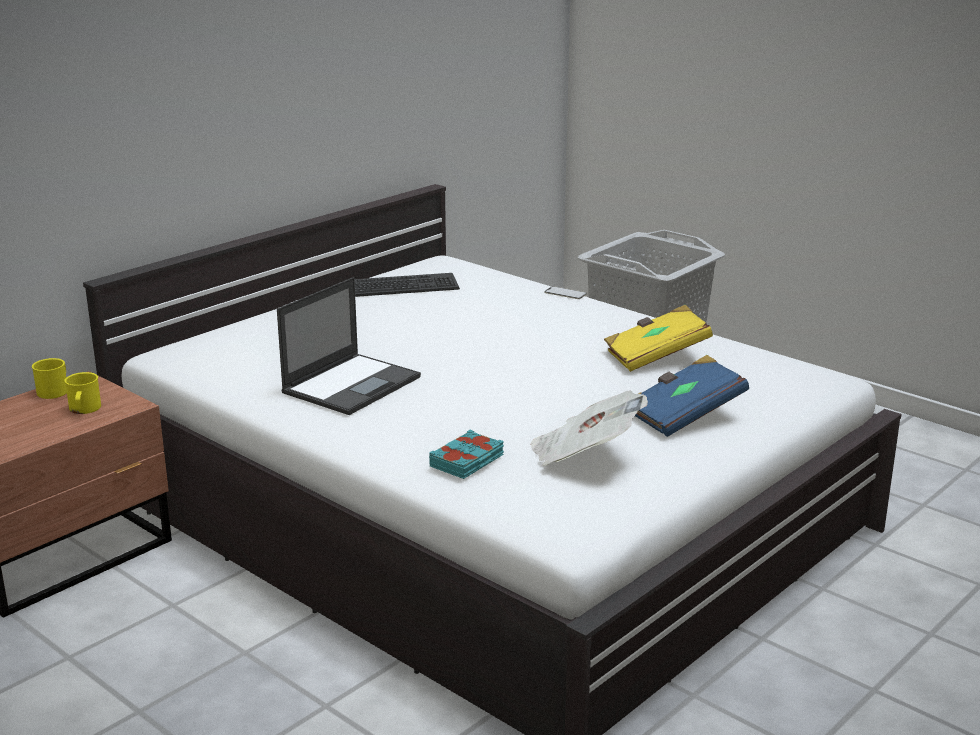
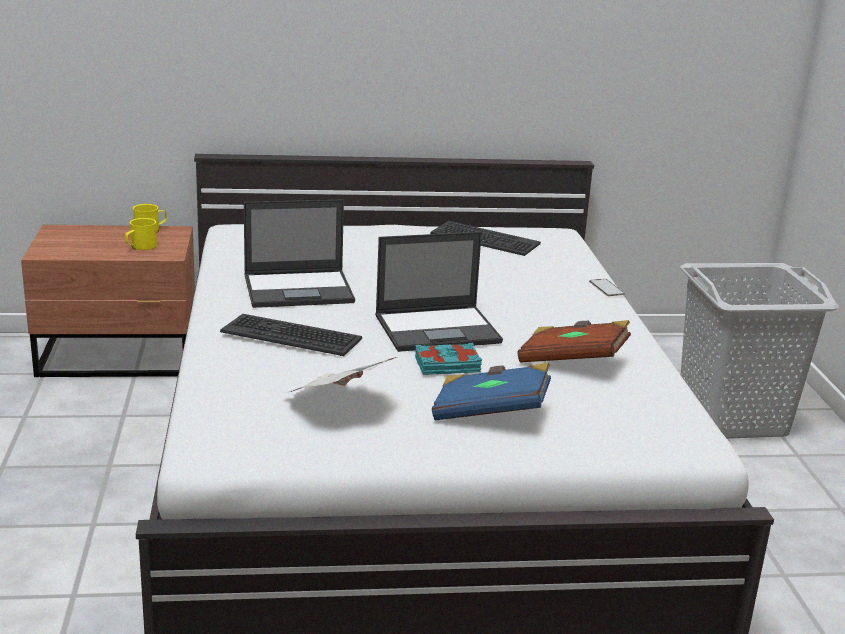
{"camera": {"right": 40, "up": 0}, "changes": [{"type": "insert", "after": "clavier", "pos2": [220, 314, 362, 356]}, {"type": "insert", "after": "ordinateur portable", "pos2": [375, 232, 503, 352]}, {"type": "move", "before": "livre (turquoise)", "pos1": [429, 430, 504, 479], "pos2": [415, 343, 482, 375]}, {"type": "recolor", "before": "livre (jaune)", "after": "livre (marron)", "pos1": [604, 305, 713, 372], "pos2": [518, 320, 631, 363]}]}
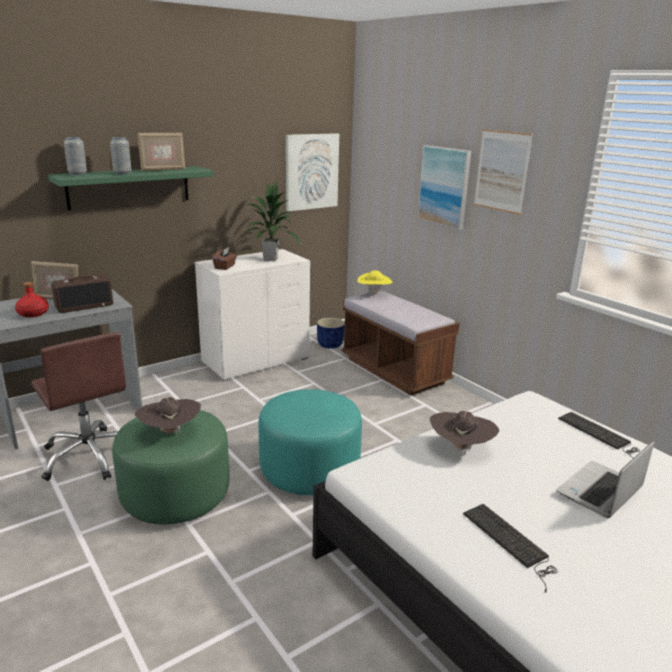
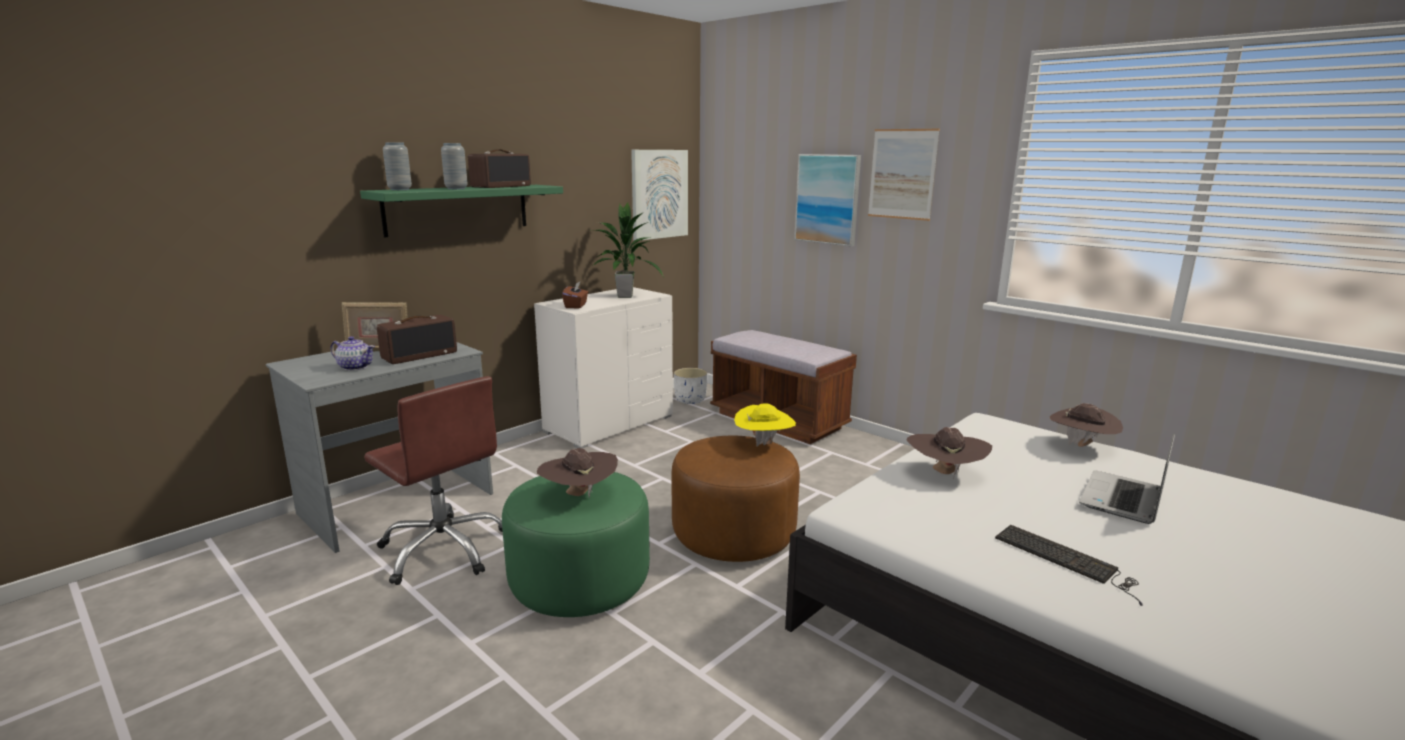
{"camera": {"right": -10, "up": -5}, "changes": [{"type": "move", "before": "chapeau (jaune)", "pos1": [357, 271, 392, 295], "pos2": [734, 403, 796, 446]}, {"type": "replace", "before": "bouteille (rouge)", "after": "théière", "pos1": [15, 282, 49, 317], "pos2": [330, 336, 375, 371]}, {"type": "replace", "before": "cadre photo", "after": "radio", "pos1": [137, 133, 185, 171], "pos2": [468, 149, 531, 188]}, {"type": "replace", "before": "clavier", "after": "chapeau (marron)", "pos1": [558, 412, 640, 458], "pos2": [1049, 403, 1123, 447]}, {"type": "recolor", "before": "pouf (turquoise)", "after": "pouf (marron)", "pos1": [258, 389, 362, 495], "pos2": [672, 436, 800, 562]}, {"type": "recolor", "before": "cache-pot (bleu)", "after": "cache-pot (blanc)", "pos1": [317, 318, 345, 349], "pos2": [674, 368, 707, 404]}]}
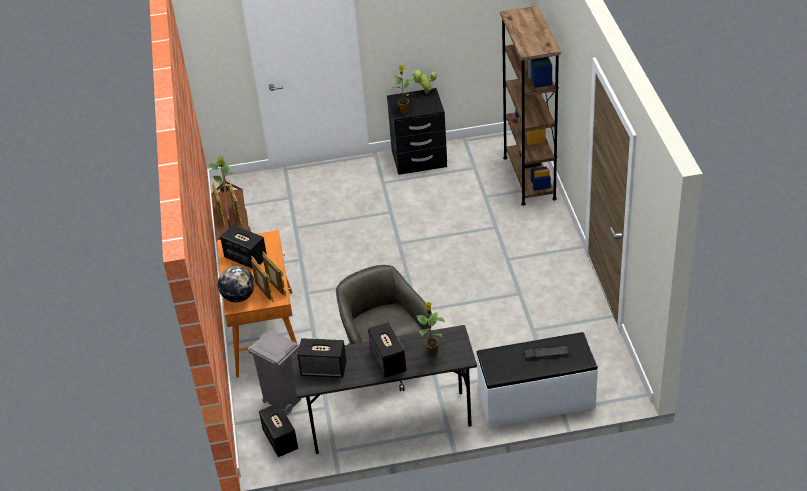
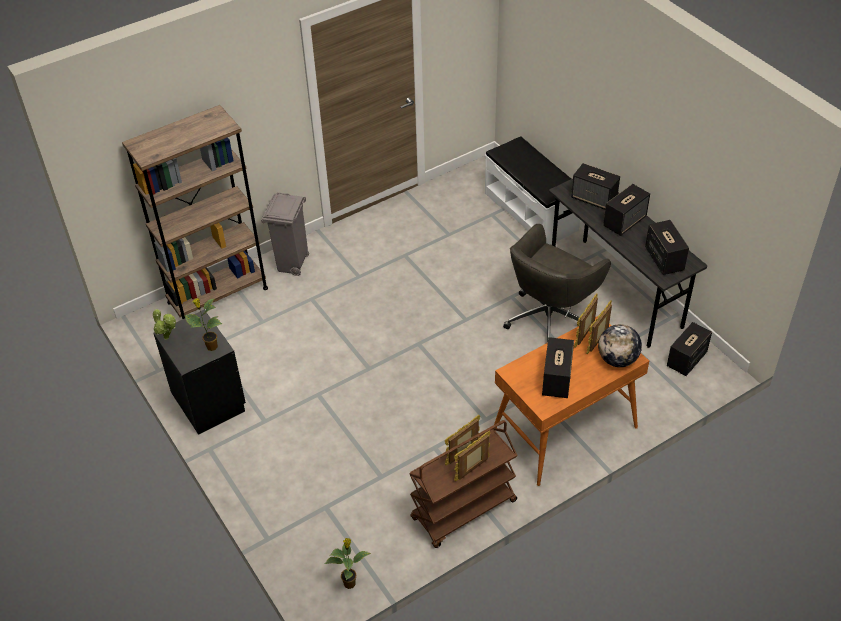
{"camera": {"right": -115, "up": 5}, "changes": [{"type": "delete", "before": "clavier", "pos1": [523, 345, 569, 359]}, {"type": "move", "before": "poubelle (gris)", "pos1": [248, 330, 301, 415], "pos2": [261, 192, 309, 276]}, {"type": "replace", "before": "plante en pot", "after": "enceinte", "pos1": [416, 302, 446, 356], "pos2": [571, 163, 620, 210]}]}
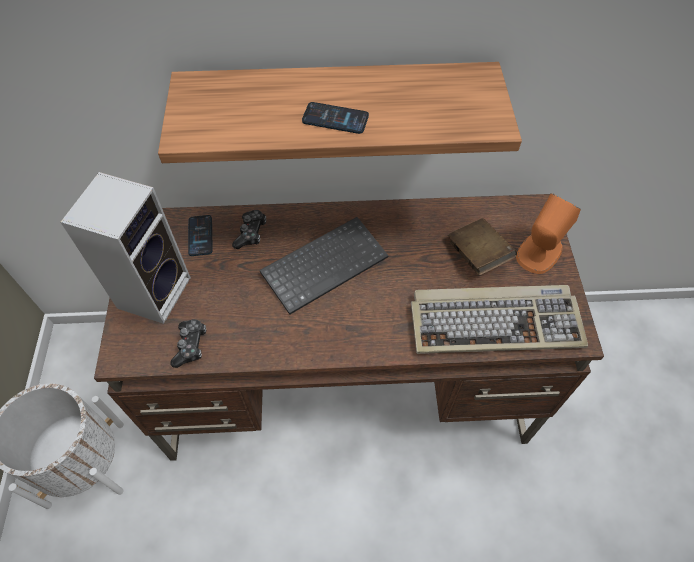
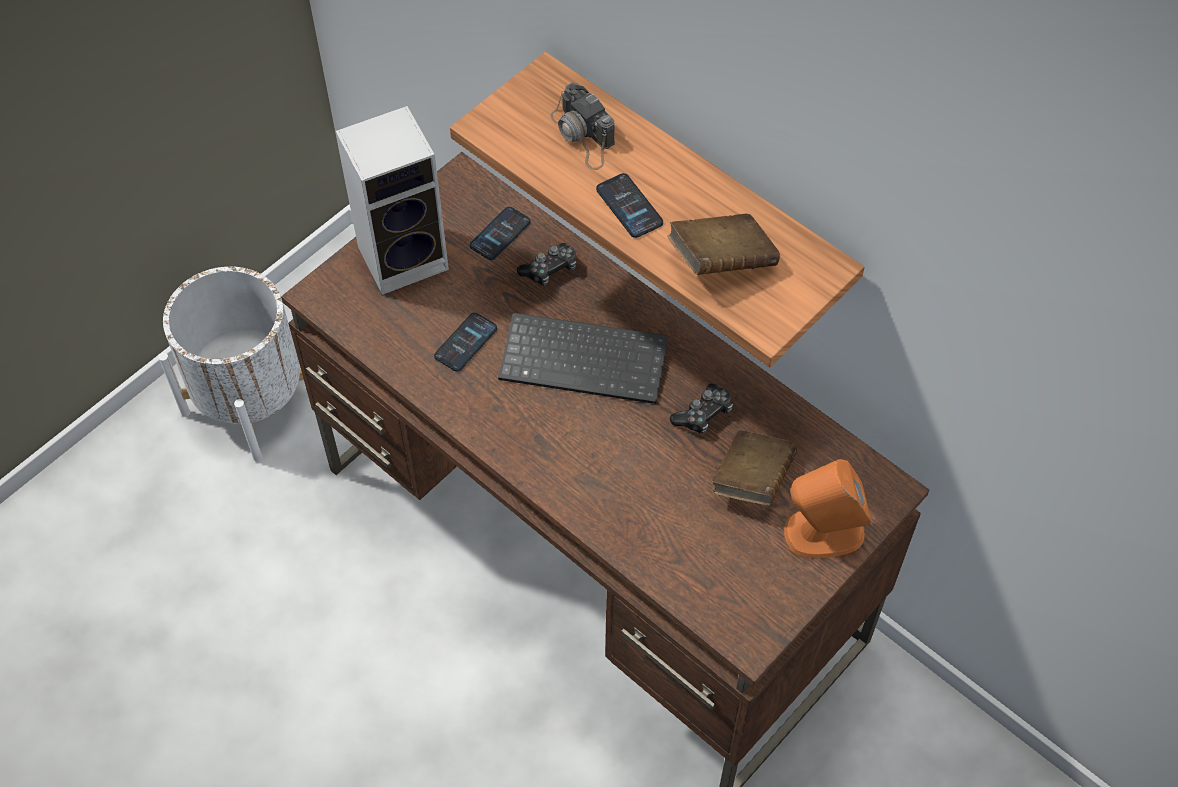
{"camera": {"right": 45, "up": 0}, "changes": [{"type": "delete", "before": "clavier", "pos1": [411, 285, 588, 354]}, {"type": "insert", "after": "téléphone", "pos2": [434, 312, 497, 371]}, {"type": "insert", "after": "appareil photo", "pos2": [550, 82, 615, 170]}, {"type": "insert", "after": "livre (marron)", "pos2": [667, 214, 780, 275]}, {"type": "move", "before": "manette", "pos1": [170, 319, 206, 368], "pos2": [670, 384, 733, 434]}]}
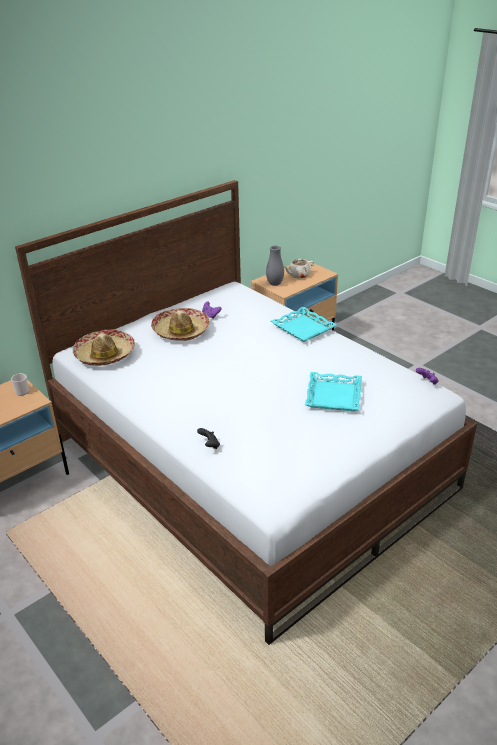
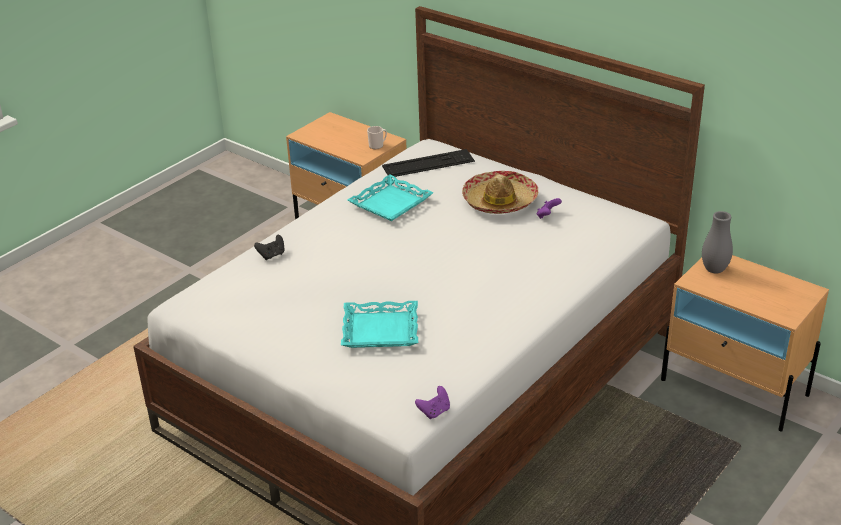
{"camera": {"right": 80, "up": 0}, "changes": [{"type": "delete", "before": "théière (beige)", "pos1": [284, 259, 314, 278]}, {"type": "move", "before": "plateau (turquoise)", "pos1": [271, 307, 337, 342], "pos2": [347, 174, 434, 221]}, {"type": "replace", "before": "chapeau", "after": "clavier", "pos1": [73, 329, 135, 366], "pos2": [382, 149, 475, 177]}]}
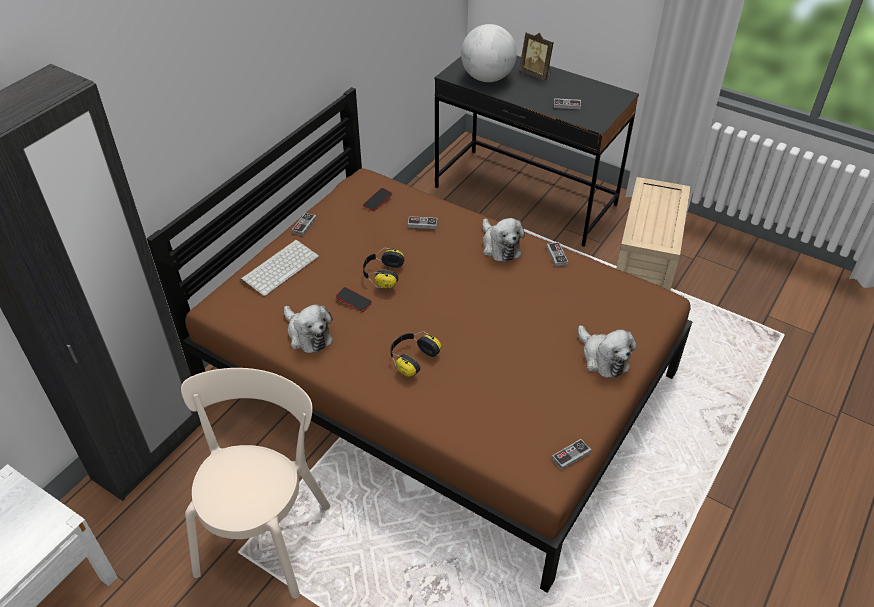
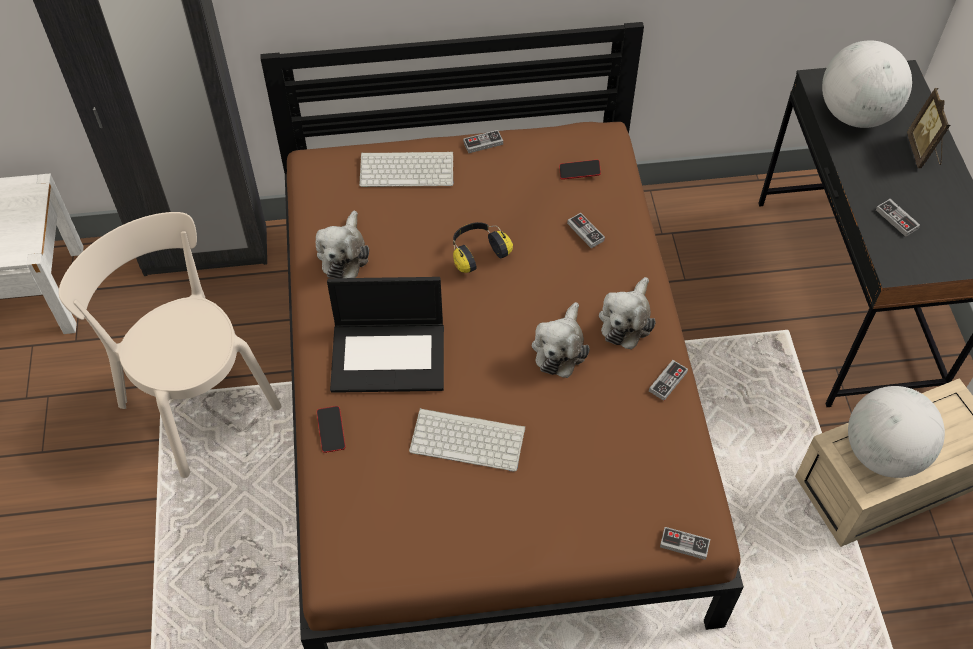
{"camera": {"right": 50, "up": 10}, "changes": [{"type": "insert", "after": "clavier", "pos2": [409, 408, 525, 471]}, {"type": "insert", "after": "globe", "pos2": [848, 386, 945, 478]}, {"type": "move", "before": "téléphone", "pos1": [336, 287, 372, 312], "pos2": [317, 406, 346, 453]}, {"type": "move", "before": "manette", "pos1": [552, 439, 591, 470], "pos2": [660, 527, 710, 560]}, {"type": "move", "before": "peluche", "pos1": [578, 325, 637, 379], "pos2": [532, 302, 590, 378]}, {"type": "replace", "before": "casque audio", "after": "ordinateur portable", "pos1": [390, 331, 441, 377], "pos2": [327, 277, 444, 393]}, {"type": "rotate", "before": "chaise (beige)", "pos1": [181, 368, 330, 599], "pos2": [59, 212, 281, 478], "turn": -105}]}
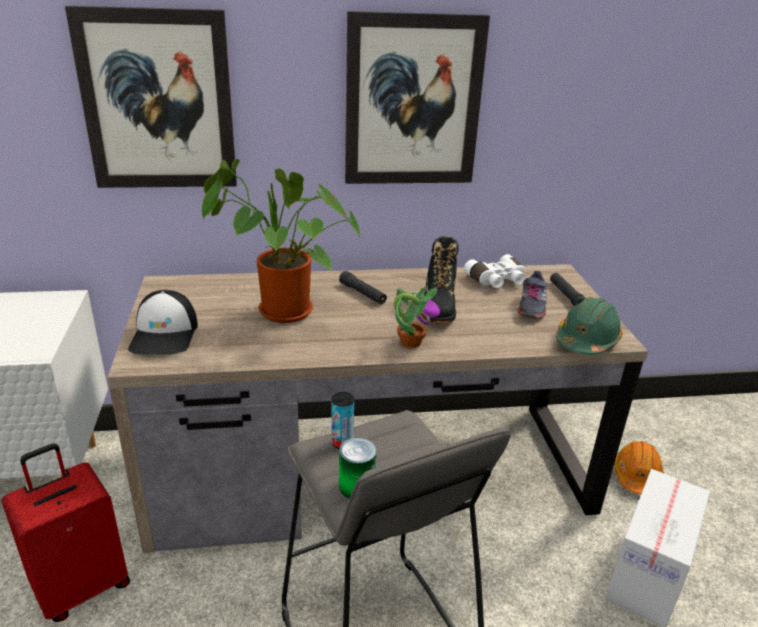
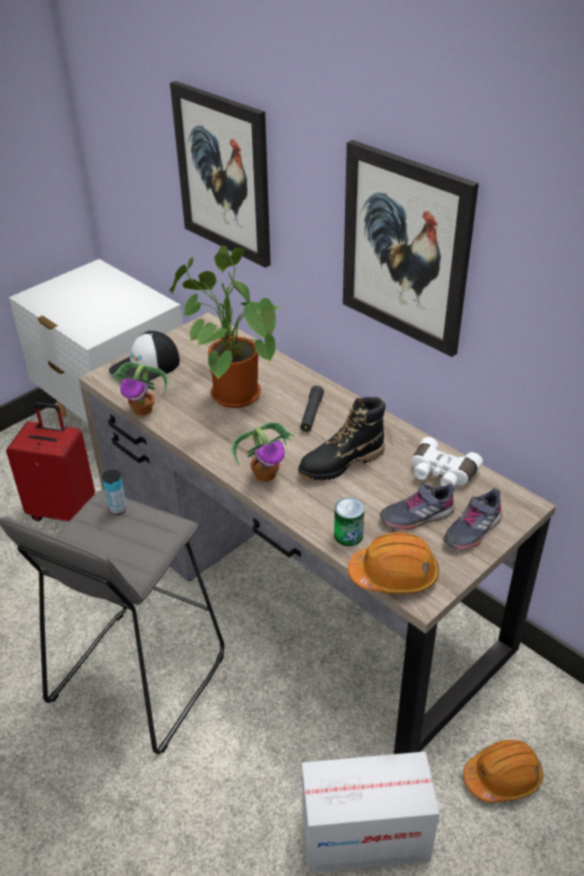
{"camera": {"right": 55, "up": 10}, "changes": [{"type": "insert", "after": "plante en pot", "pos2": [110, 362, 169, 416]}, {"type": "move", "before": "boîte métallique", "pos1": [339, 438, 377, 499], "pos2": [334, 498, 365, 546]}, {"type": "replace", "before": "lampe de poche (noir)", "after": "chaussure (gris)", "pos1": [550, 273, 585, 306], "pos2": [443, 488, 502, 550]}, {"type": "recolor", "before": "casque de chantier (vert)", "after": "casque de chantier (orange)", "pos1": [556, 297, 623, 355], "pos2": [348, 532, 439, 594]}]}
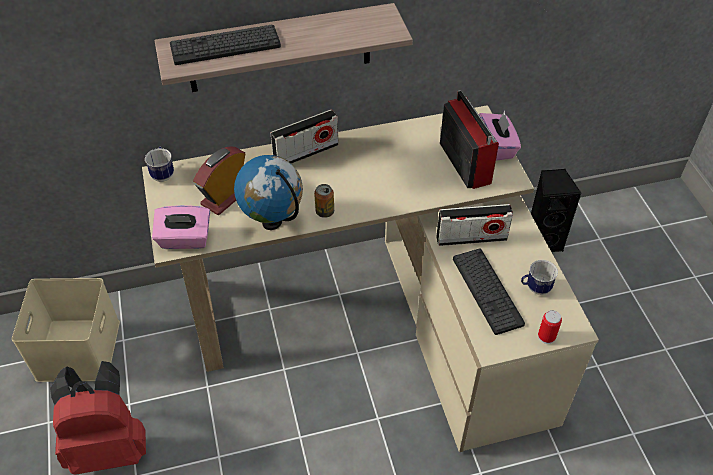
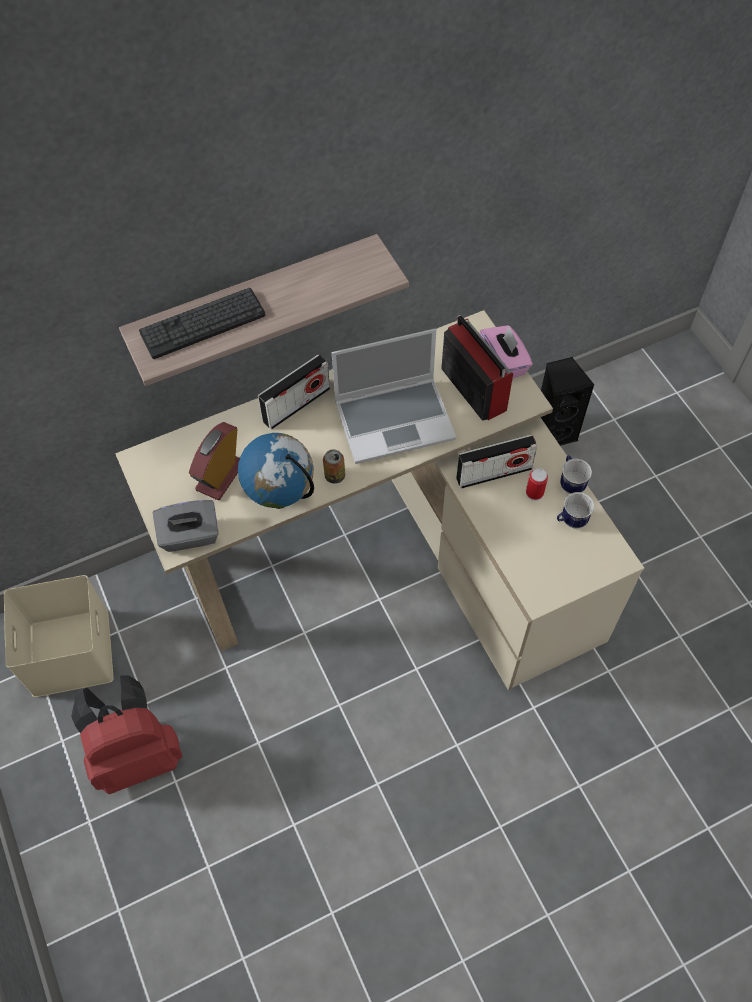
{"camera": {"right": -10, "up": 10}, "changes": [{"type": "delete", "before": "clavier", "pos1": [453, 249, 525, 335]}, {"type": "insert", "after": "ordinateur portable", "pos2": [332, 329, 456, 464]}, {"type": "move", "before": "mug", "pos1": [145, 146, 174, 182], "pos2": [560, 455, 592, 494]}, {"type": "move", "before": "boîte métallique", "pos1": [538, 310, 562, 344], "pos2": [526, 468, 548, 501]}, {"type": "recolor", "before": "boîte à mouchoirs (rose)", "after": "boîte à mouchoirs (gris)", "pos1": [152, 205, 210, 249], "pos2": [152, 500, 219, 552]}]}
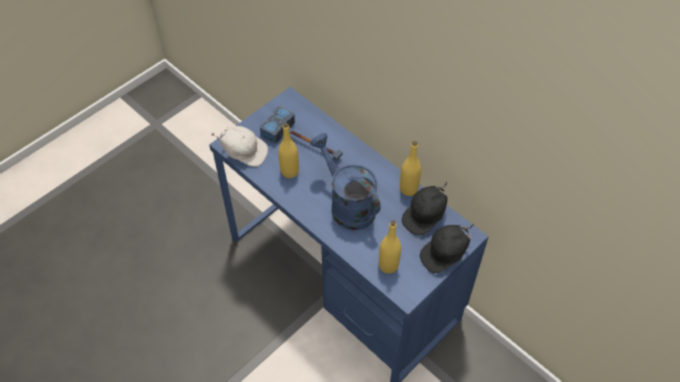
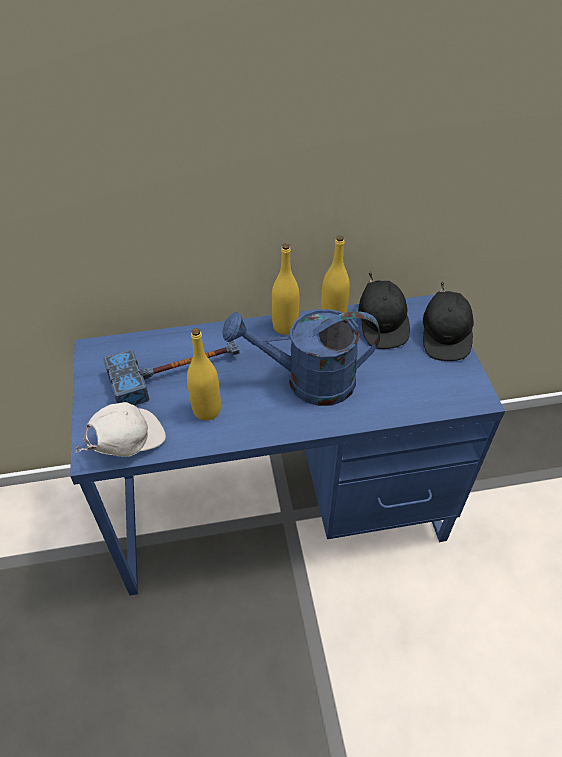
{"camera": {"right": -55, "up": -5}, "changes": [{"type": "move", "before": "bouteille (jaune)", "pos1": [379, 220, 401, 274], "pos2": [272, 243, 299, 335]}]}
